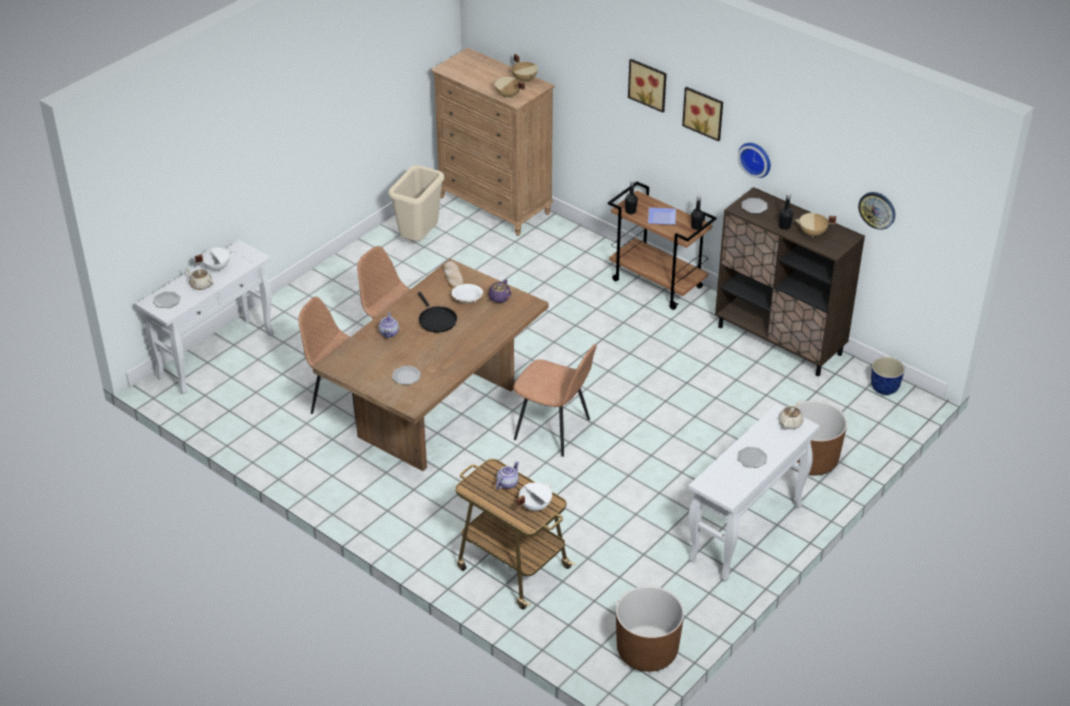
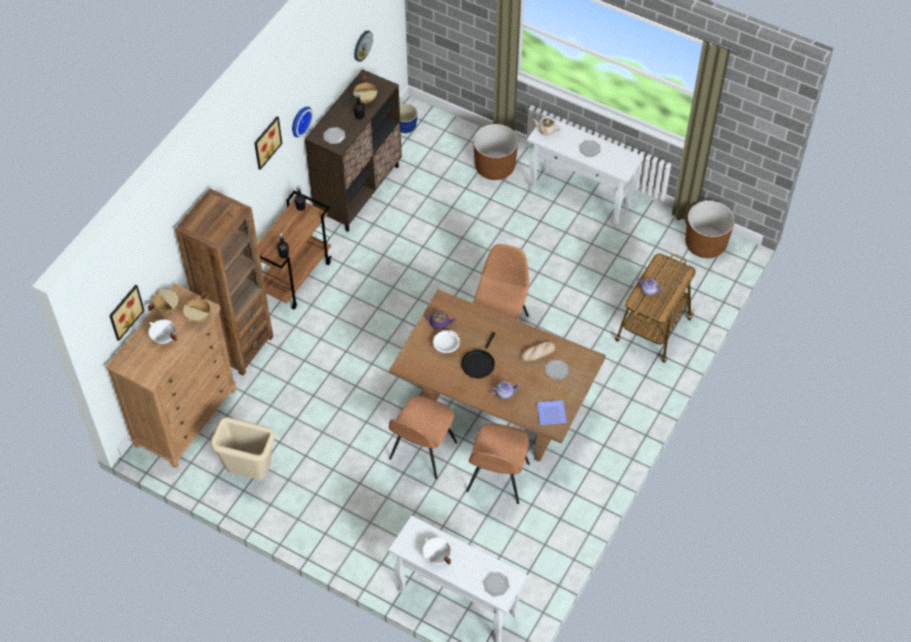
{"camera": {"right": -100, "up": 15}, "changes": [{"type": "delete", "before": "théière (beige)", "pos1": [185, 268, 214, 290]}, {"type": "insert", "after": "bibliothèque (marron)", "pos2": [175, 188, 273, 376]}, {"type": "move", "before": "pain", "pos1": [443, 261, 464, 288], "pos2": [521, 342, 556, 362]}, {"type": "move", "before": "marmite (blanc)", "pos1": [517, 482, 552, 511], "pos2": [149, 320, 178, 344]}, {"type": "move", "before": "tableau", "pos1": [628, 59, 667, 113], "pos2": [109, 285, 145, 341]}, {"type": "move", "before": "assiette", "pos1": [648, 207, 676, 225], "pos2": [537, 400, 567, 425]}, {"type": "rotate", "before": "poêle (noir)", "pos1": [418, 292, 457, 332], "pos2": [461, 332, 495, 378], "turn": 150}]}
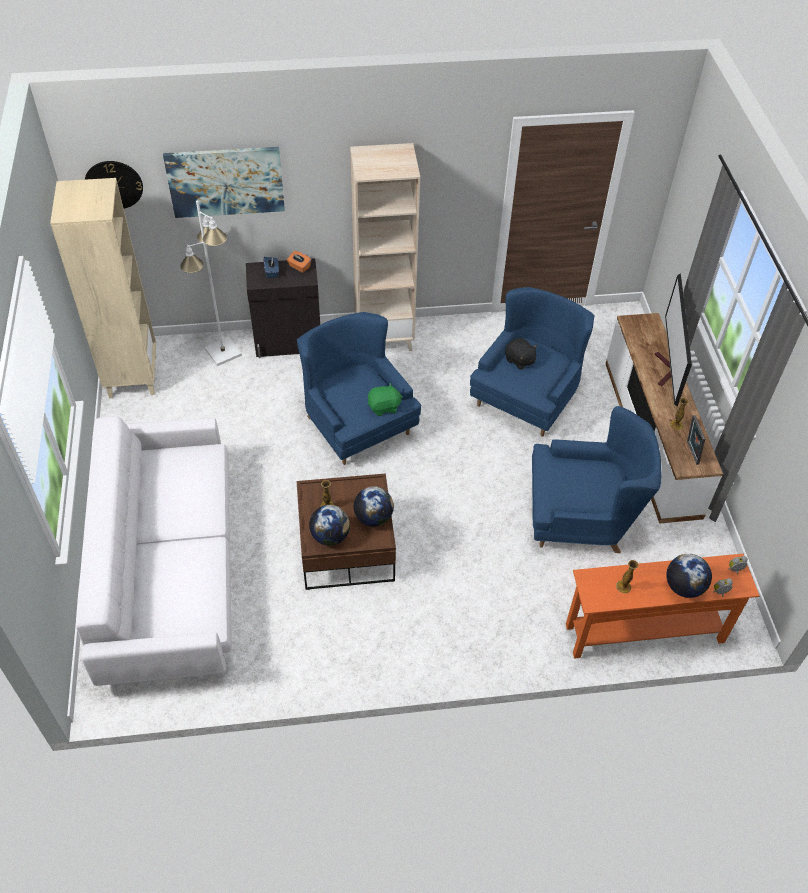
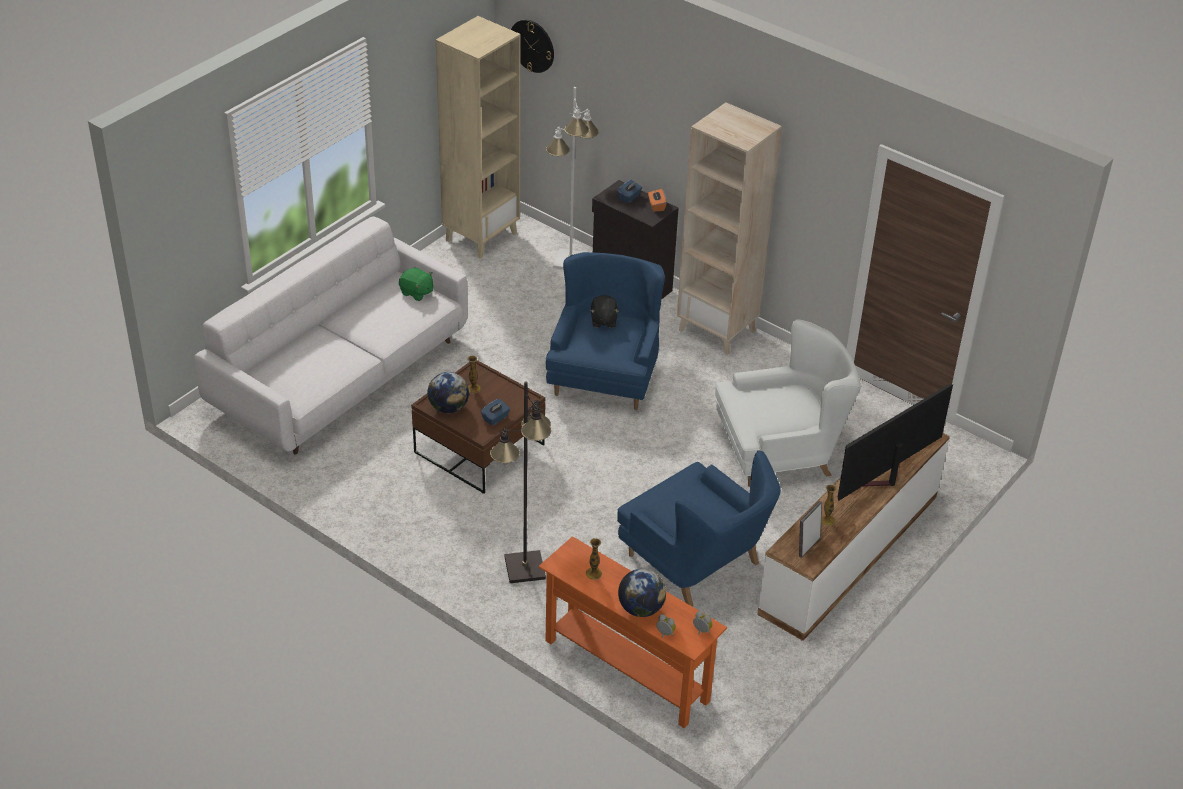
{"camera": {"right": 45, "up": -10}, "changes": [{"type": "delete", "before": "tableau", "pos1": [163, 147, 285, 218]}, {"type": "insert", "after": "lampadaire (noir)", "pos2": [490, 381, 551, 583]}, {"type": "move", "before": "peluche (vert)", "pos1": [368, 383, 403, 416], "pos2": [399, 267, 433, 301]}, {"type": "move", "before": "peluche (noir)", "pos1": [505, 338, 537, 370], "pos2": [590, 295, 619, 328]}, {"type": "replace", "before": "globe", "after": "boîte à mouchoirs (bleu)", "pos1": [354, 486, 394, 527], "pos2": [481, 399, 510, 426]}, {"type": "recolor", "before": "fauteuil (bleu)", "after": "fauteuil (blanc)", "pos1": [470, 287, 595, 436], "pos2": [715, 320, 862, 487]}]}
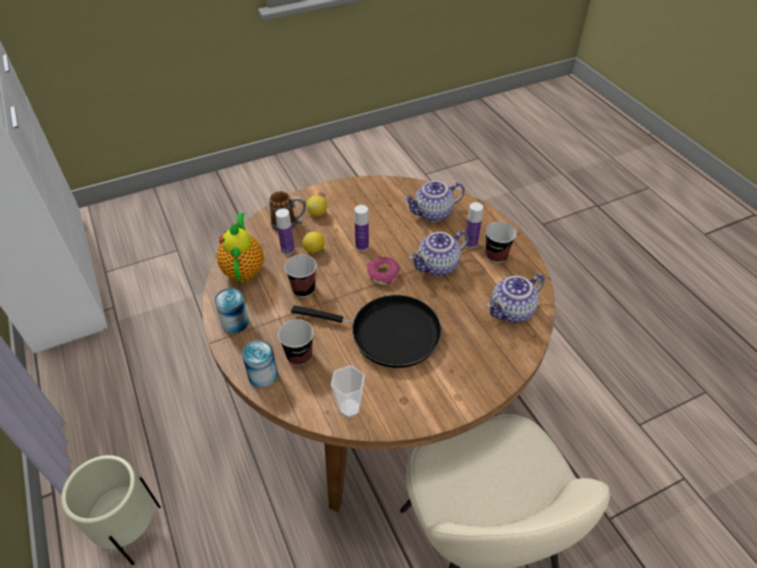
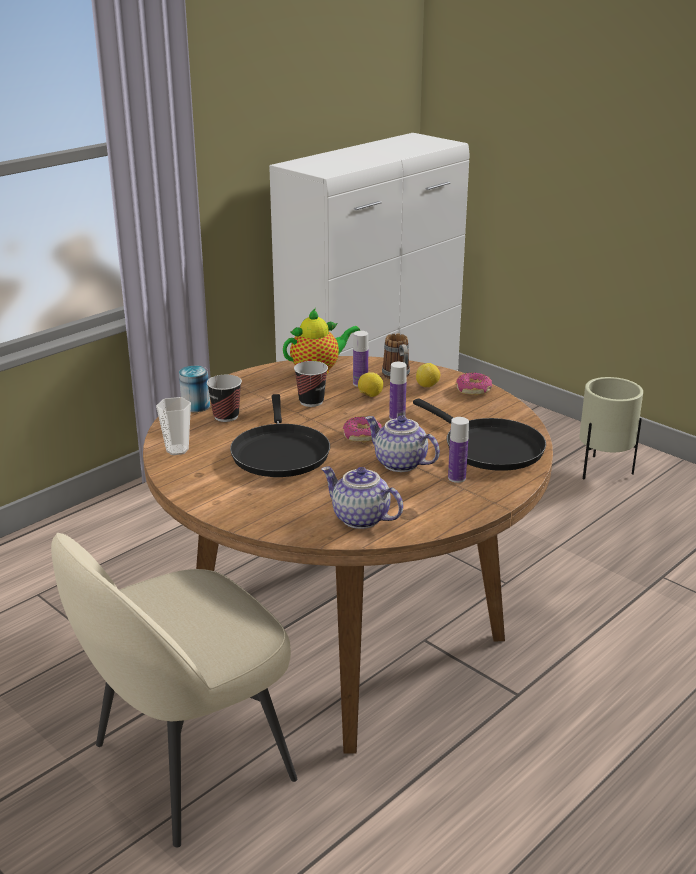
{"camera": {"right": 70, "up": -20}, "changes": [{"type": "delete", "before": "boîte métallique", "pos1": [214, 288, 249, 333]}, {"type": "delete", "before": "tasse", "pos1": [486, 222, 516, 263]}, {"type": "insert", "after": "beignet", "pos2": [456, 372, 492, 395]}, {"type": "move", "before": "cache-pot (beige)", "pos1": [61, 455, 161, 565], "pos2": [579, 377, 643, 479]}, {"type": "replace", "before": "théière", "after": "poêle (noir)", "pos1": [403, 181, 465, 222], "pos2": [413, 398, 546, 471]}]}
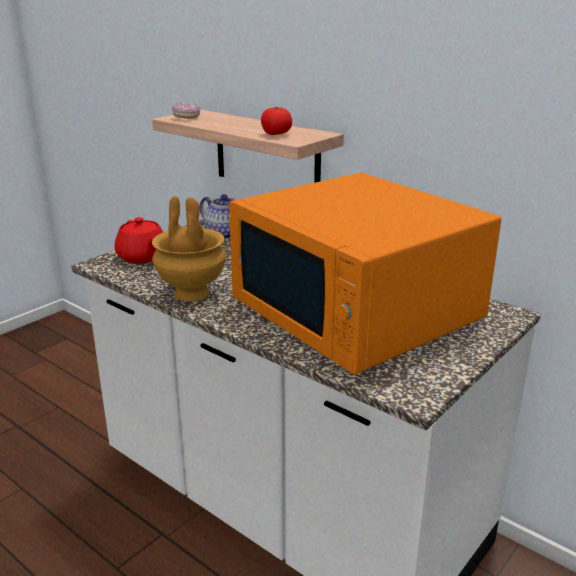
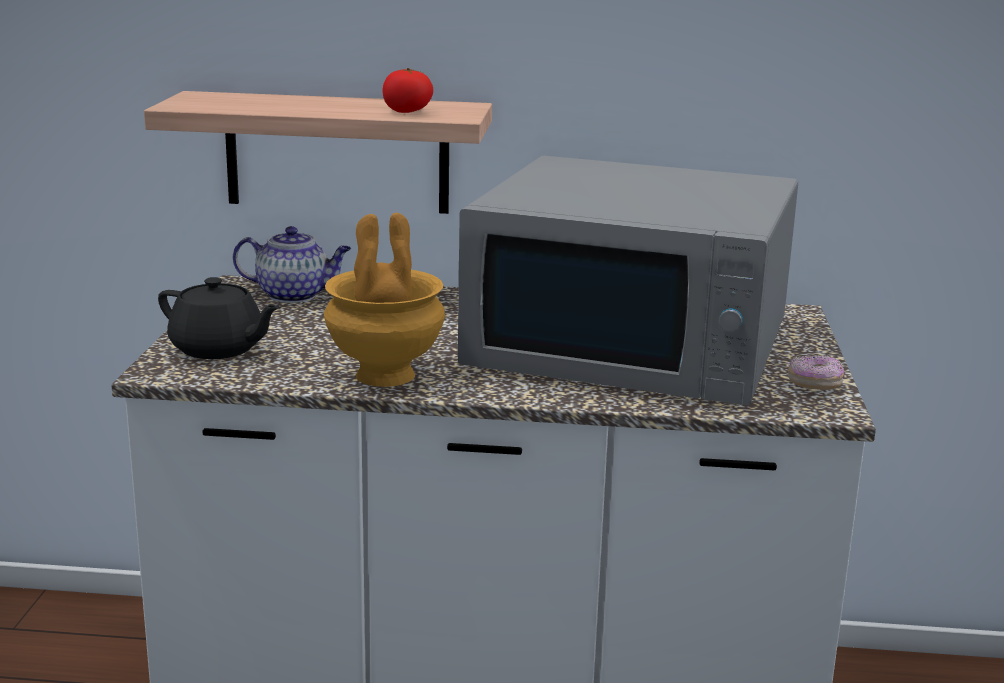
{"camera": {"right": -35, "up": -5}, "changes": [{"type": "move", "before": "beignet", "pos1": [172, 103, 200, 119], "pos2": [788, 355, 845, 390]}, {"type": "recolor", "before": "théière (rouge)", "after": "théière (noir)", "pos1": [114, 217, 163, 264], "pos2": [158, 277, 280, 359]}, {"type": "recolor", "before": "micro-ondes (orange)", "after": "micro-ondes (gris)", "pos1": [229, 173, 501, 375], "pos2": [458, 156, 798, 405]}]}
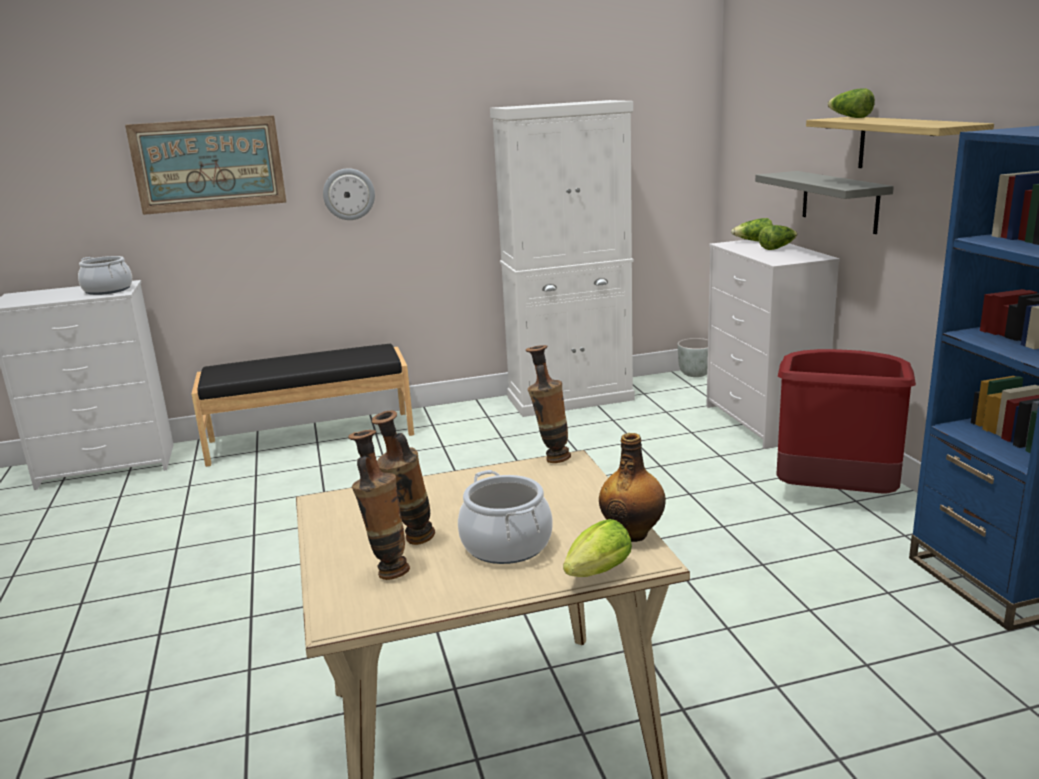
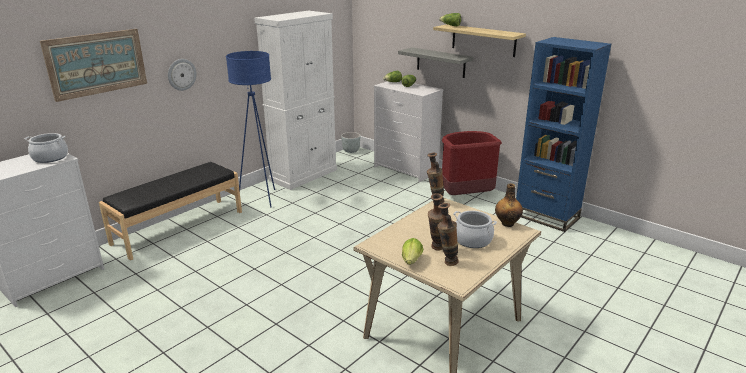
{"camera": {"right": -35, "up": 5}, "changes": [{"type": "insert", "after": "lampadaire (bleu)", "pos2": [226, 51, 275, 208]}, {"type": "move", "before": "laitue", "pos1": [563, 519, 632, 577], "pos2": [402, 238, 423, 265]}]}
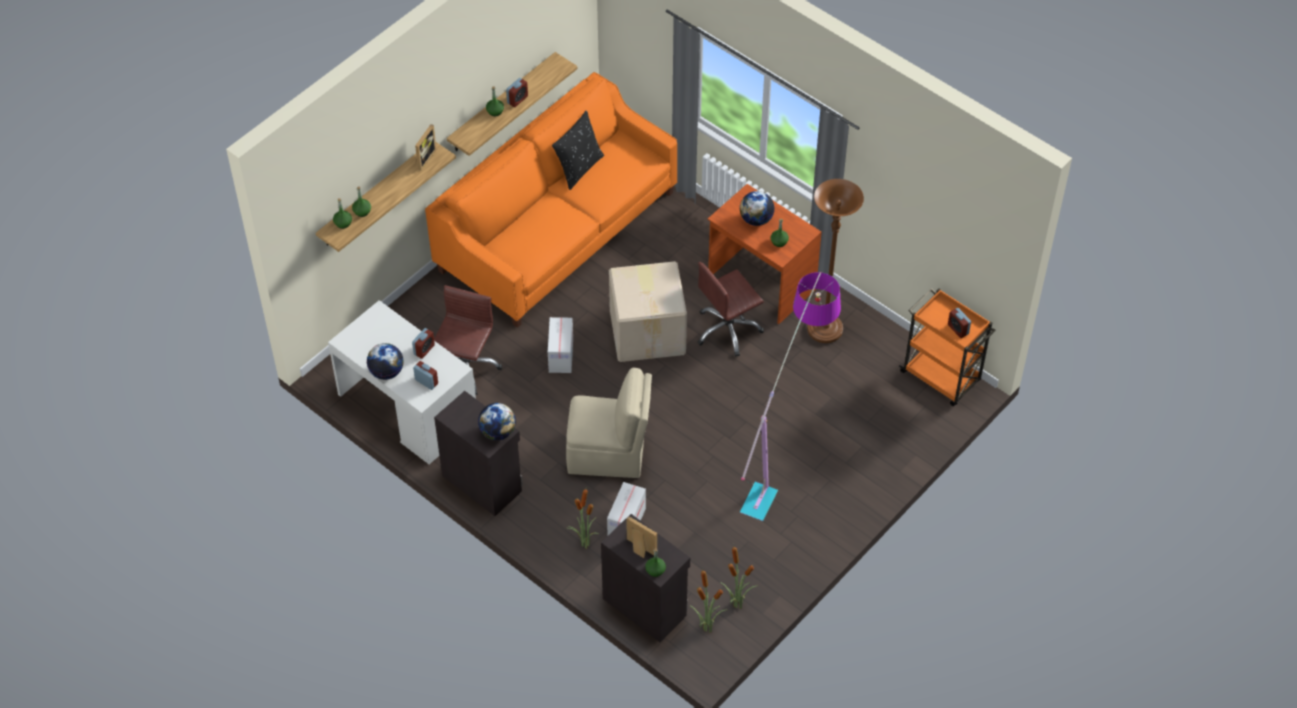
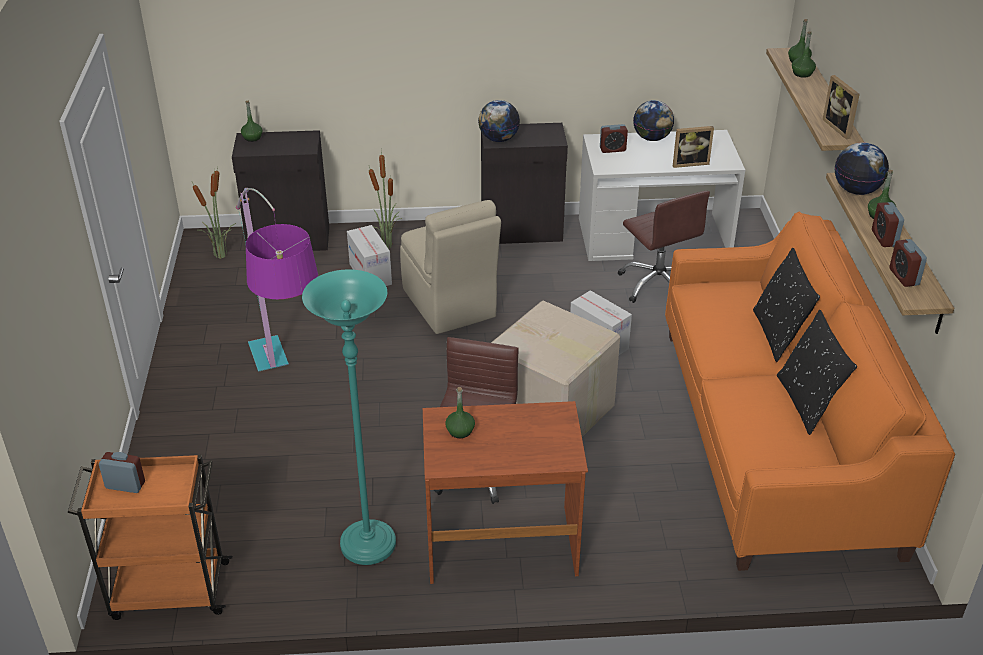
{"camera": {"right": 135, "up": -15}, "changes": [{"type": "delete", "before": "plante en pot", "pos1": [720, 547, 758, 609]}, {"type": "insert", "after": "coussin (noir)", "pos2": [753, 248, 820, 362]}, {"type": "move", "before": "réveil", "pos1": [412, 328, 435, 359], "pos2": [889, 239, 927, 287]}, {"type": "move", "before": "cadre photo", "pos1": [626, 516, 657, 558], "pos2": [673, 126, 714, 168]}, {"type": "move", "before": "globe", "pos1": [740, 191, 774, 226], "pos2": [835, 143, 889, 195]}, {"type": "recolor", "before": "lampadaire (marron)", "after": "lampadaire (turquoise)", "pos1": [807, 179, 864, 343], "pos2": [302, 269, 396, 565]}, {"type": "rotate", "before": "chaise (beige)", "pos1": [566, 368, 652, 478], "pos2": [400, 200, 501, 334], "turn": -75}]}
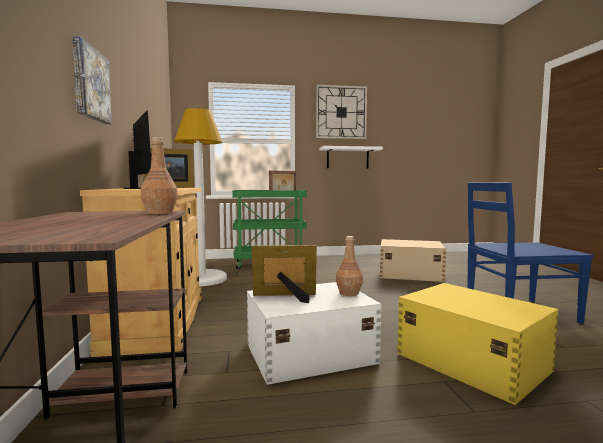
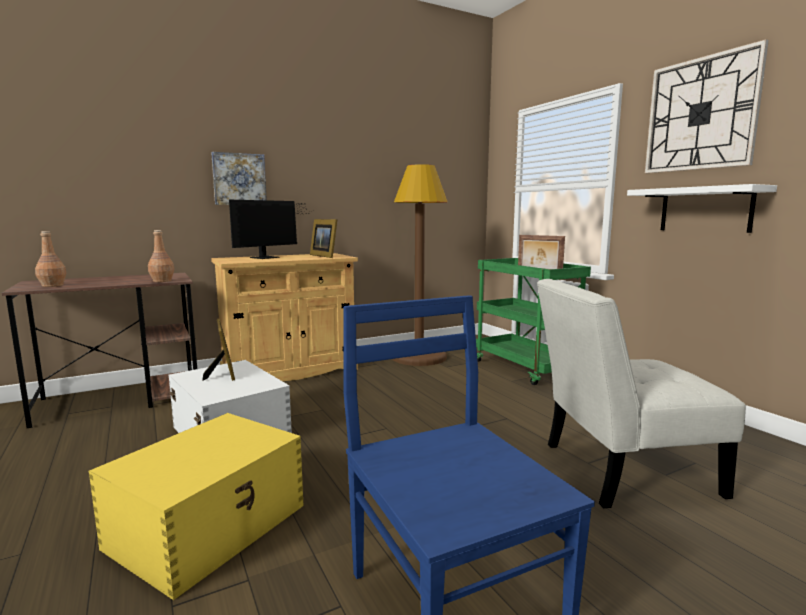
{"camera": {"right": 70, "up": 5}, "changes": [{"type": "move", "before": "bouteille (marron)", "pos1": [336, 236, 363, 296], "pos2": [35, 231, 66, 287]}, {"type": "replace", "before": "boîte de rangement (beige)", "after": "chaise (blanc)", "pos1": [380, 239, 446, 282], "pos2": [537, 279, 746, 508]}, {"type": "recolor", "before": "lampadaire (blanc)", "after": "lampadaire (marron)", "pos1": [174, 108, 227, 286], "pos2": [392, 164, 448, 366]}]}
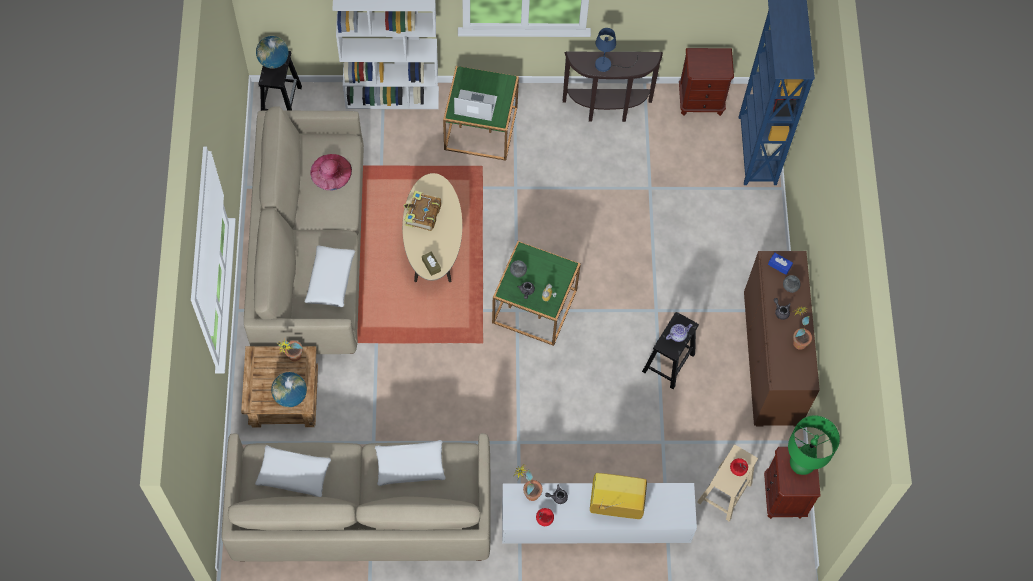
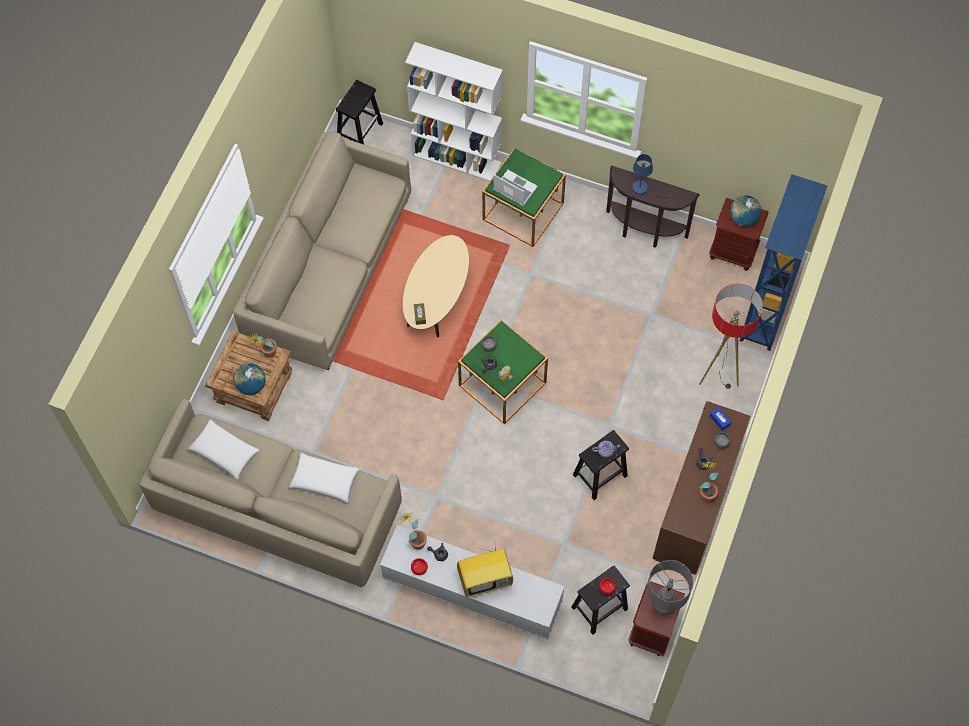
{"camera": {"right": 25, "up": 0}, "changes": [{"type": "delete", "before": "coussin (blanc)", "pos1": [304, 246, 355, 308]}, {"type": "delete", "before": "chapeau (rose)", "pos1": [310, 154, 352, 190]}, {"type": "delete", "before": "livre", "pos1": [403, 191, 441, 231]}, {"type": "insert", "after": "lampadaire", "pos2": [699, 284, 763, 389]}, {"type": "move", "before": "globe", "pos1": [256, 36, 288, 69], "pos2": [730, 195, 761, 227]}, {"type": "recolor", "before": "tabouret (beige)", "after": "tabouret (noir)", "pos1": [697, 445, 758, 522], "pos2": [572, 565, 630, 635]}, {"type": "recolor", "before": "lampe de table (vert)", "after": "lampe de table (gris)", "pos1": [788, 415, 840, 475], "pos2": [647, 560, 693, 615]}, {"type": "rotate", "before": "téléviseur", "pos1": [590, 473, 647, 519], "pos2": [457, 542, 513, 598], "turn": 135}]}
